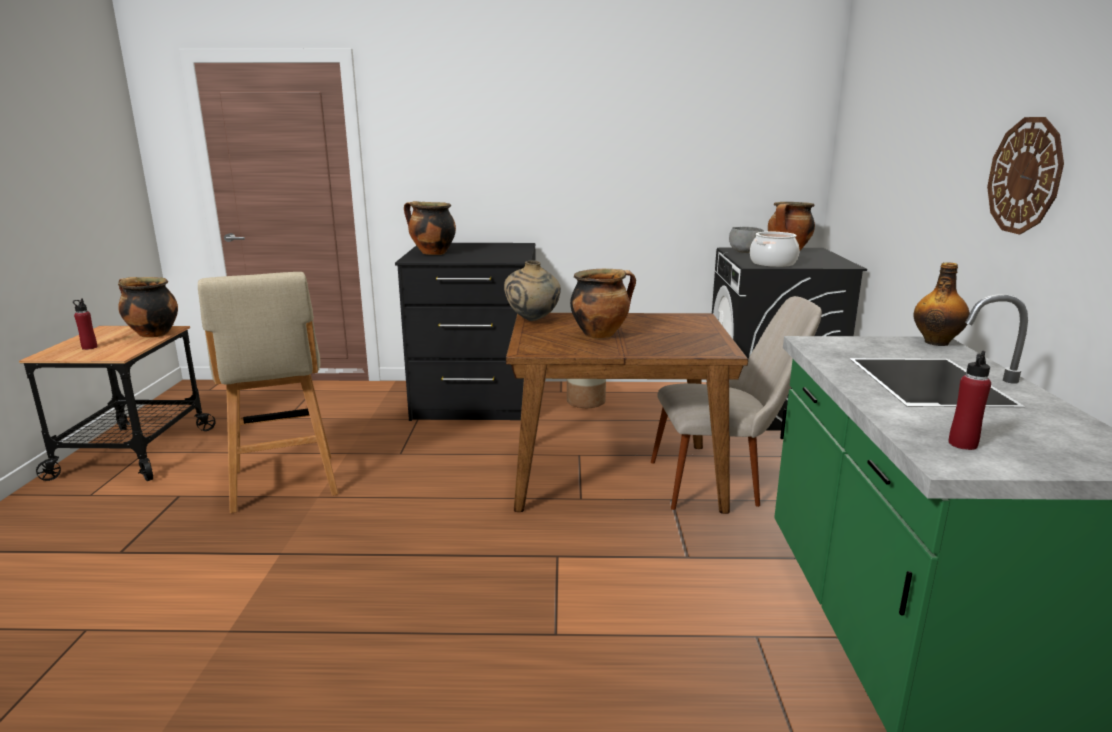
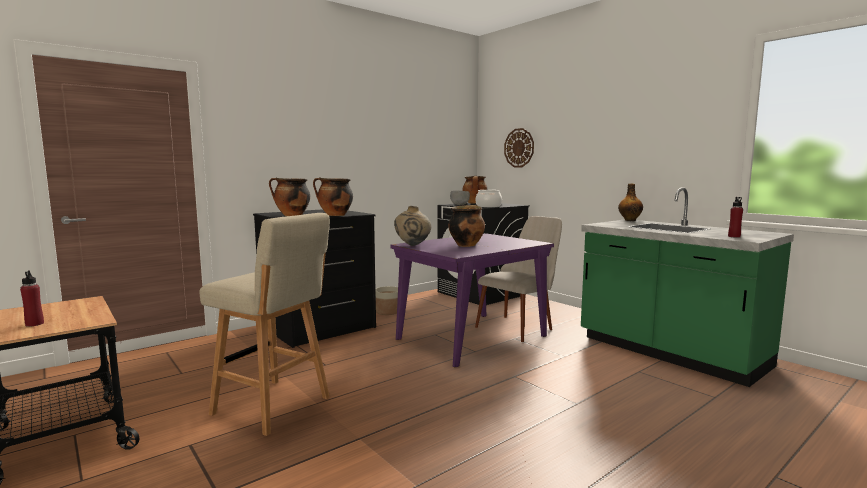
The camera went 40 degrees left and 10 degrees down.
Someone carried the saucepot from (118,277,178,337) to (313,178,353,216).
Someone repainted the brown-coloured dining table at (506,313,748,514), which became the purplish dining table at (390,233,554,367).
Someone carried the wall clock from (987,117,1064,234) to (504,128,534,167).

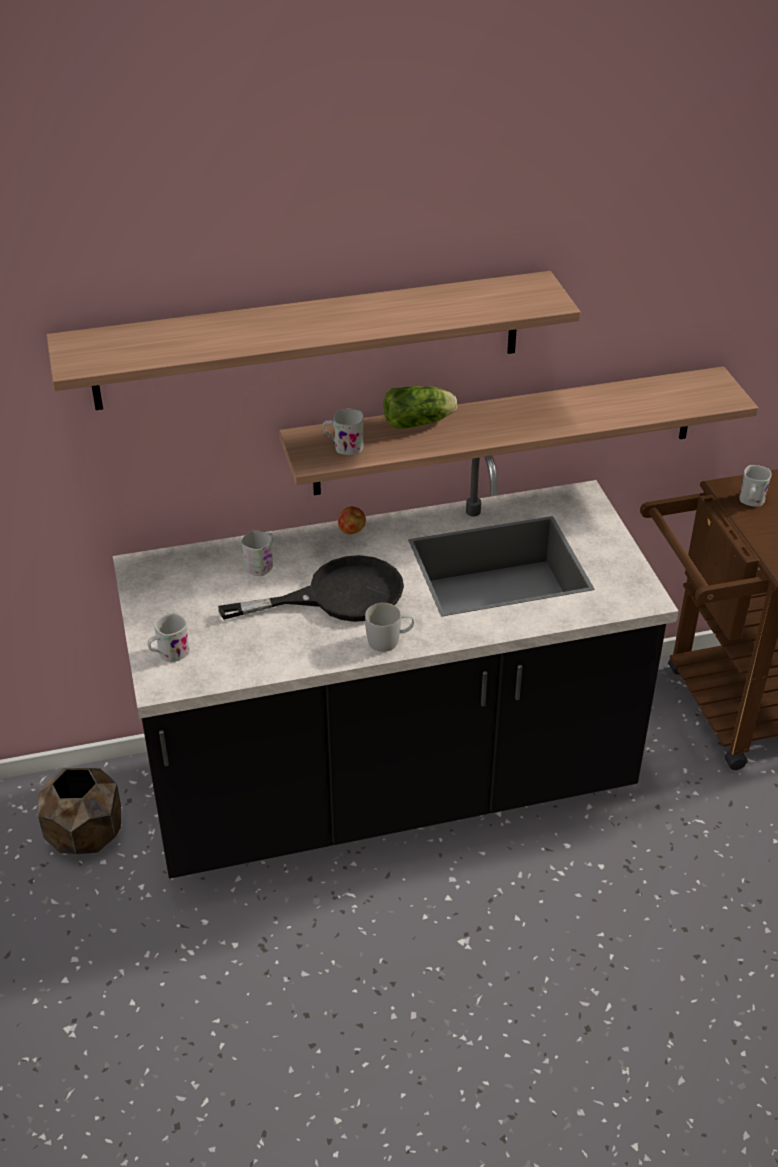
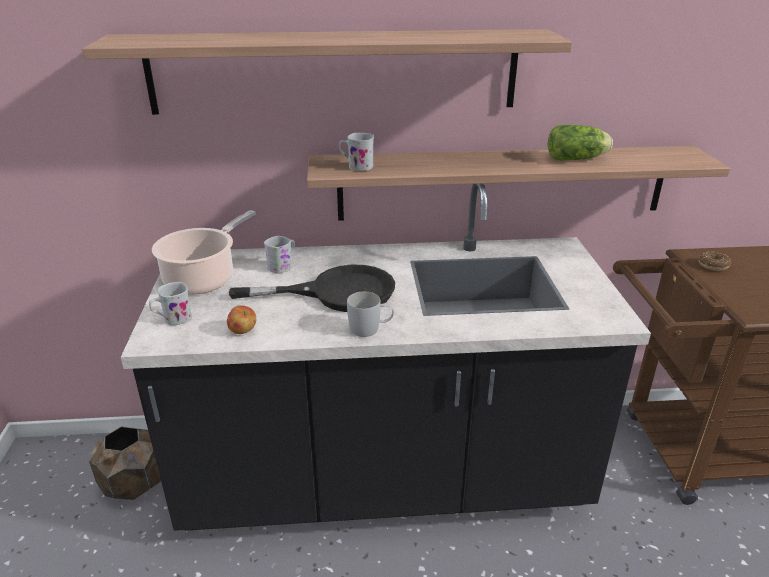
The camera went 10 degrees right and 10 degrees down.
Someone put down the saucepot at (152,210,256,295).
Someone carried the apple fruit from (338,506,366,534) to (227,305,256,334).
Someone carried the lettuce from (384,386,457,429) to (548,125,613,160).
Someone swapped the whitish tea mug at (740,465,772,507) for the ring doughnut at (698,252,731,271).

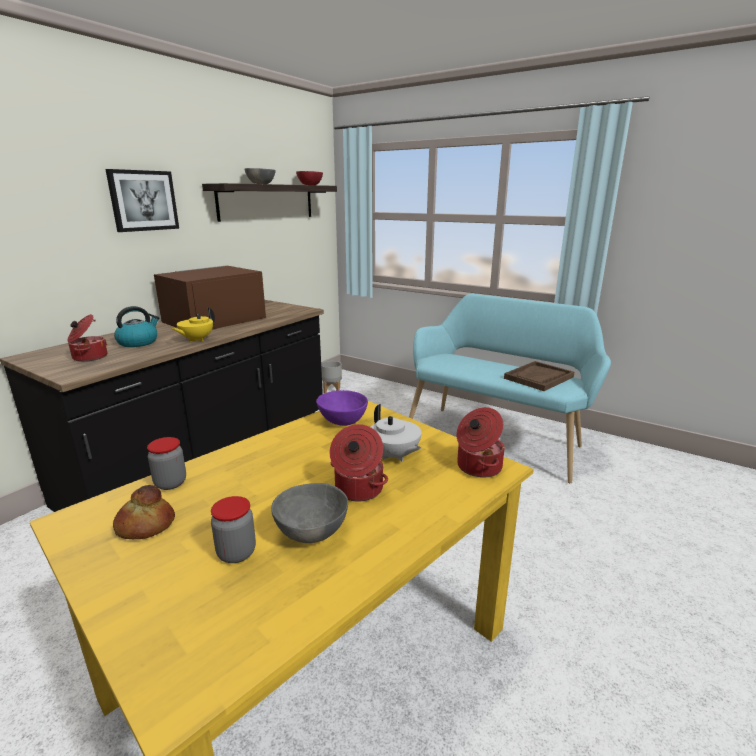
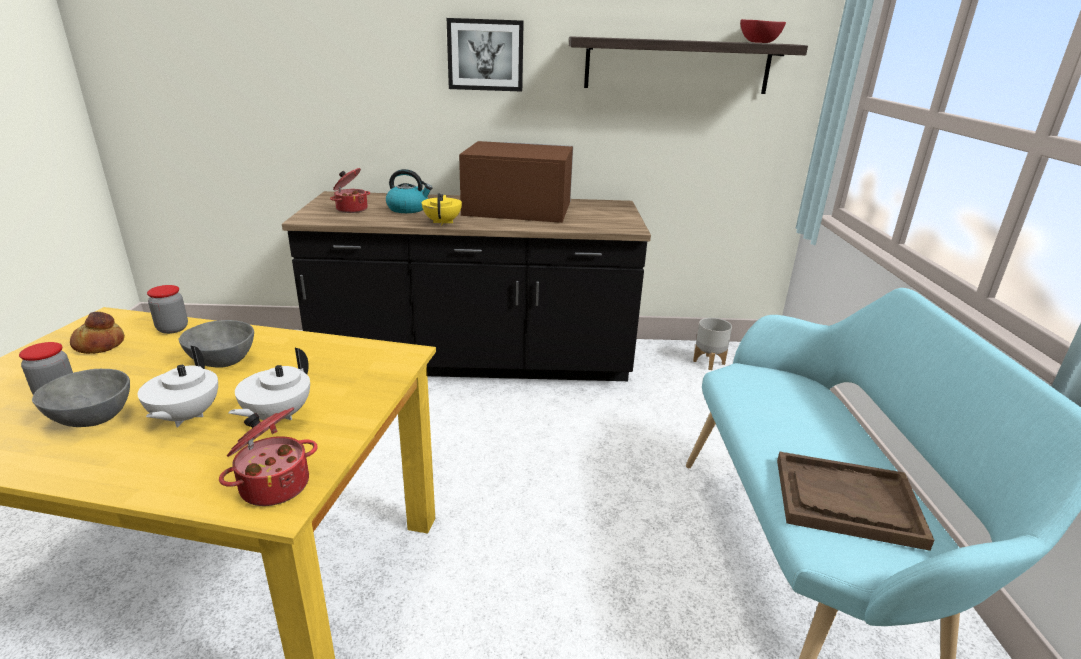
The camera went 55 degrees right and 5 degrees up.
Someone swapped the saucepot at (330,424,388,501) for the whitish tea pot at (138,346,218,427).
Someone carried the grey serving bowl from (245,168,276,184) to (179,320,254,368).
Someone rotated the yellowish tea pot at (171,307,215,342) by 90 degrees clockwise.
Someone took away the purplish serving bowl at (316,390,368,426).

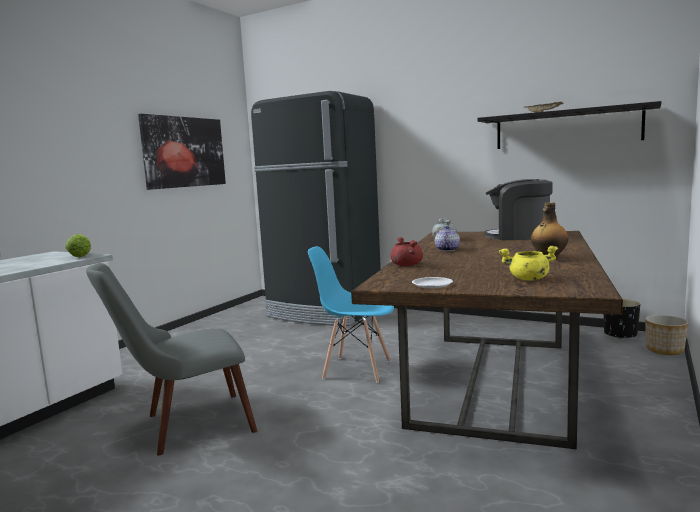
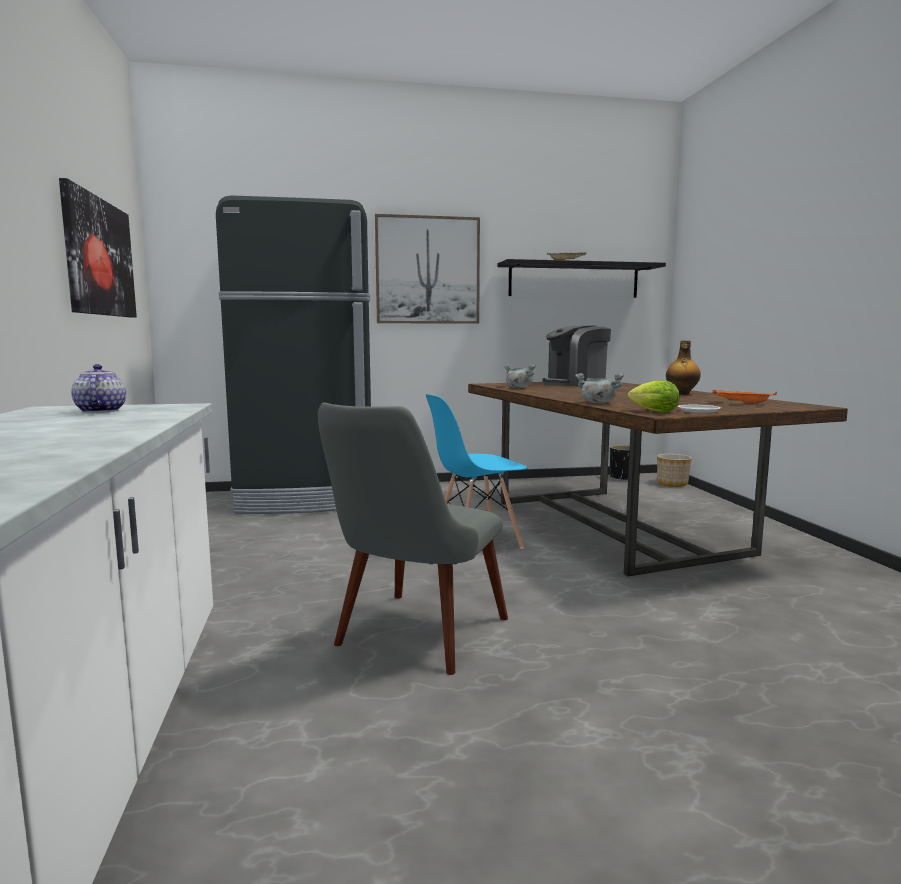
The camera went 40 degrees left and 0 degrees up.
Someone carried the tea pot from (435,226,460,251) to (71,364,126,413).
Someone put up the picture at (375,214,480,324).
Someone repainted the red saucepot at (391,237,423,266), which became the grey saucepot at (575,373,624,403).
Someone carried the lettuce from (65,234,91,257) to (628,381,680,412).
Someone swapped the yellowish saucepot at (499,246,558,281) for the orange-coloured carrying tray at (712,389,777,405).

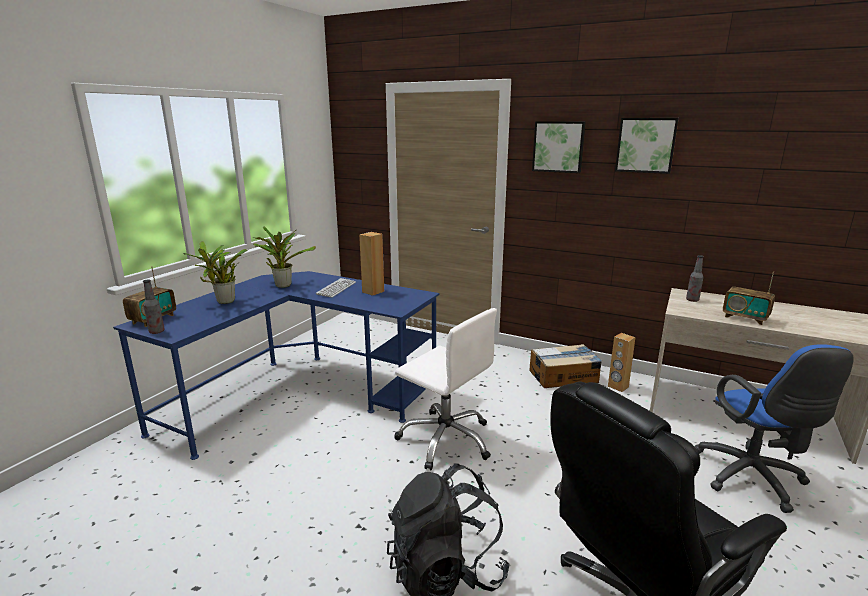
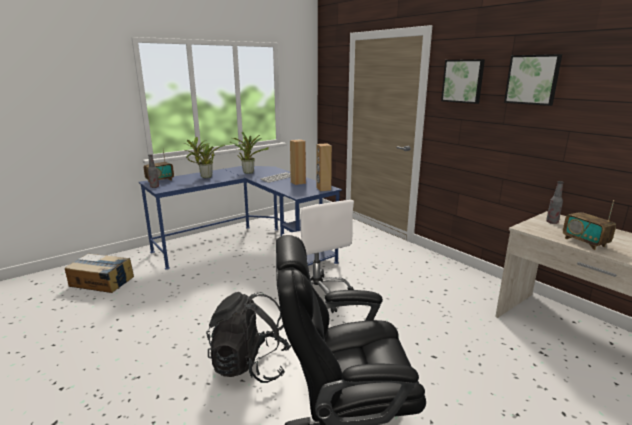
The camera went 25 degrees right and 0 degrees up.
Someone carried the carton from (529,344,602,388) to (65,254,134,293).
Someone carried the brown-coloured speaker from (608,333,636,392) to (317,143,332,191).
Someone took away the blue computer chair at (694,344,854,513).

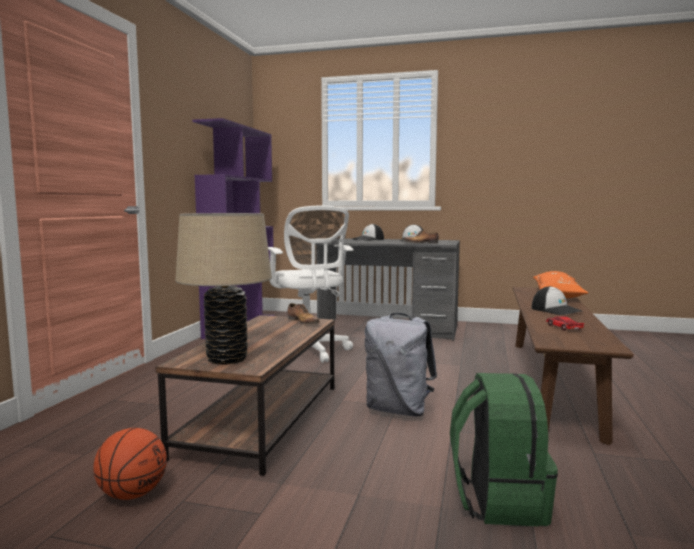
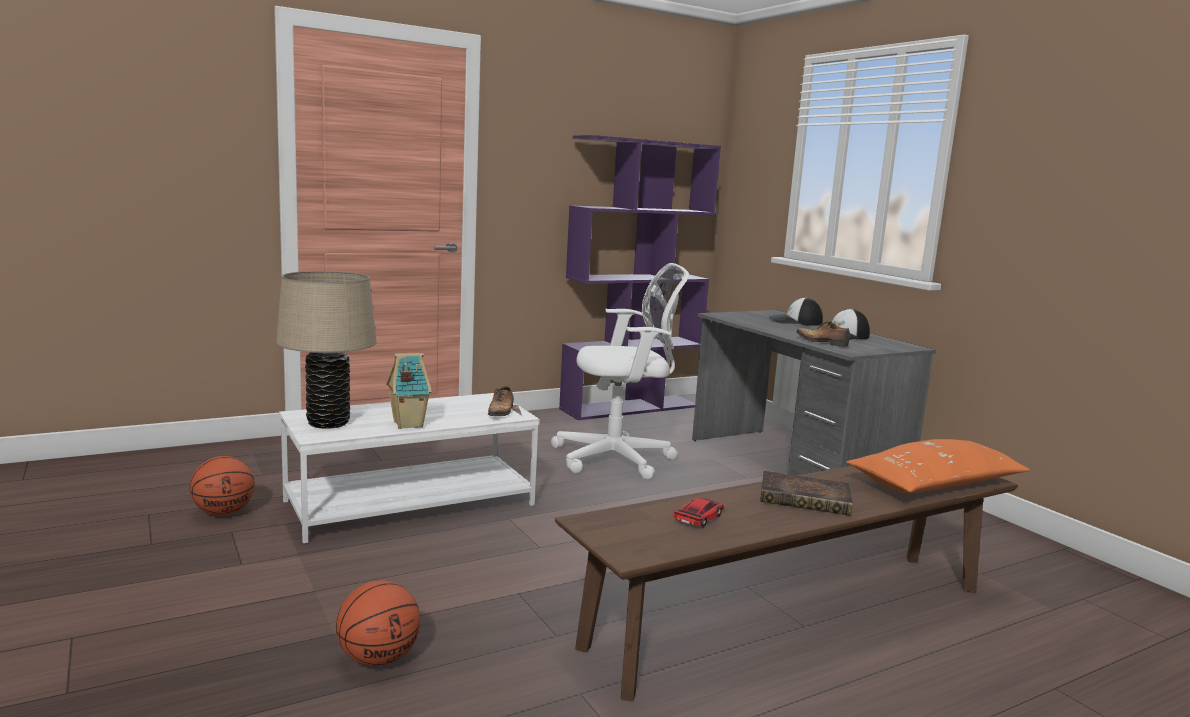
The camera went 45 degrees right and 5 degrees up.
Someone repainted the brown-coloured low table at (155,315,335,476), which became the whitish low table at (279,393,540,543).
Someone swapped the greenish backpack at (450,373,558,526) for the basketball at (336,581,421,666).
Someone put down the miniature house at (386,353,432,429).
Someone rotated the whitish computer chair at (268,206,354,363) by 120 degrees counterclockwise.
Someone swapped the baseball cap at (532,286,581,315) for the book at (760,471,853,516).
Someone took away the grey backpack at (365,313,437,416).

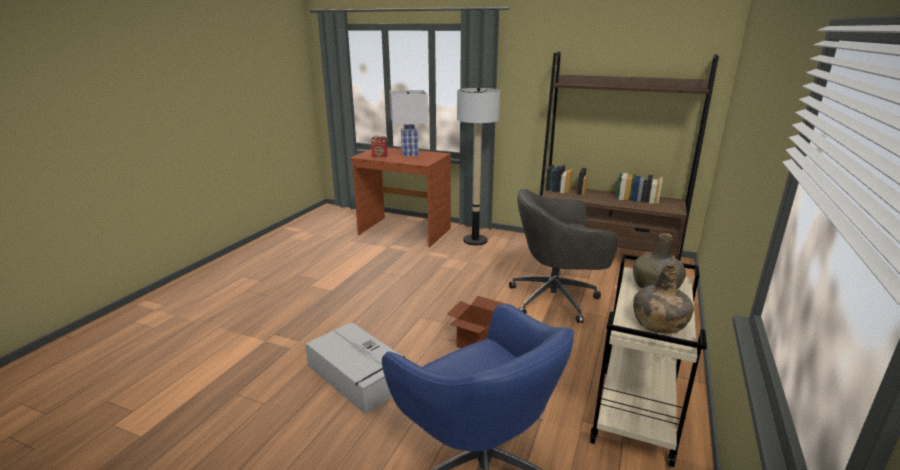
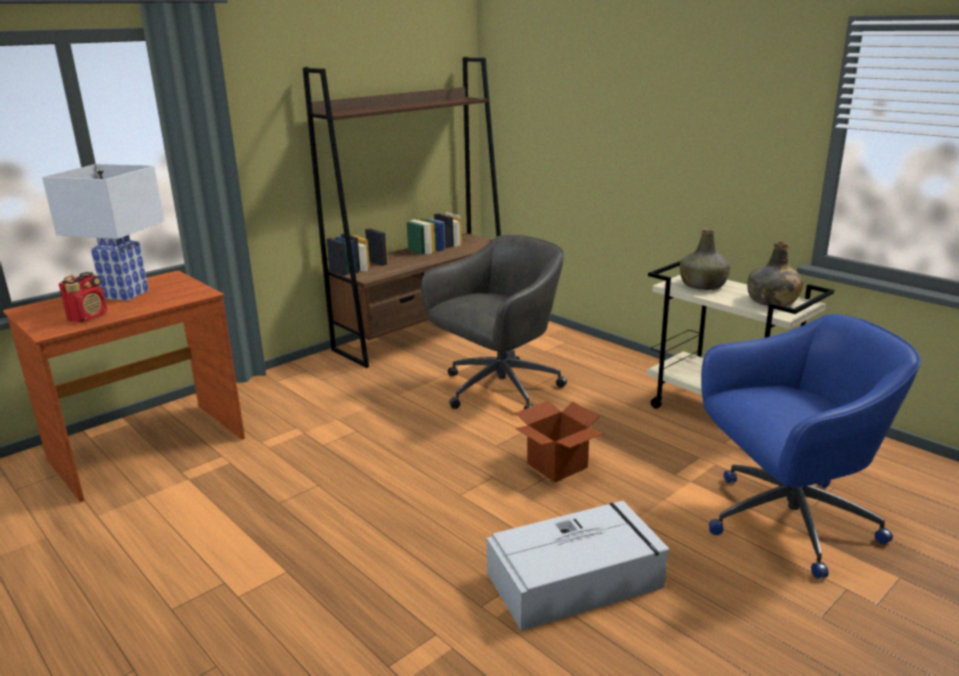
The camera went 65 degrees left and 0 degrees up.
Someone rotated the grey computer chair at (509,189,618,323) by 150 degrees counterclockwise.
Someone took away the floor lamp at (457,87,500,246).

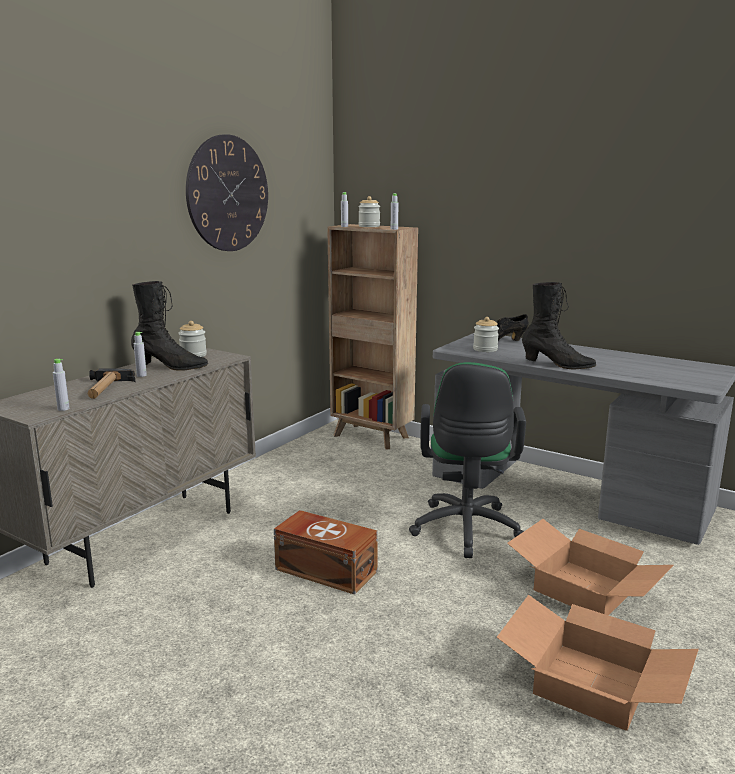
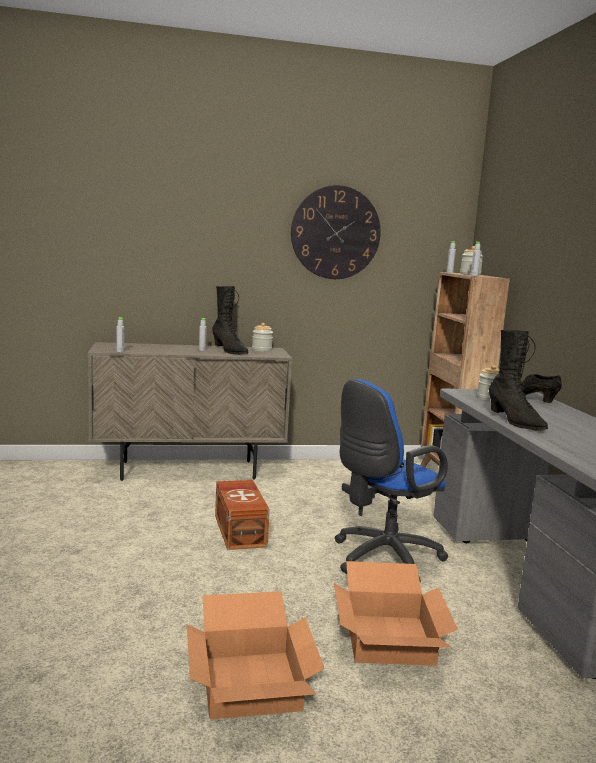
The camera went 45 degrees right and 5 degrees down.
Someone repainted the greenish computer chair at (409,362,526,558), which became the blue computer chair at (335,379,448,582).
Someone took away the hand hammer at (88,368,135,399).

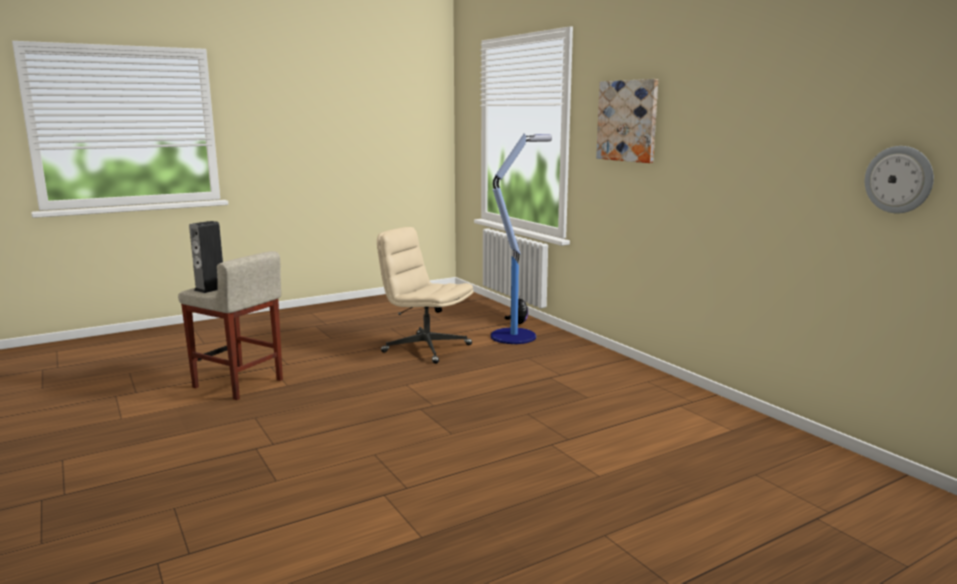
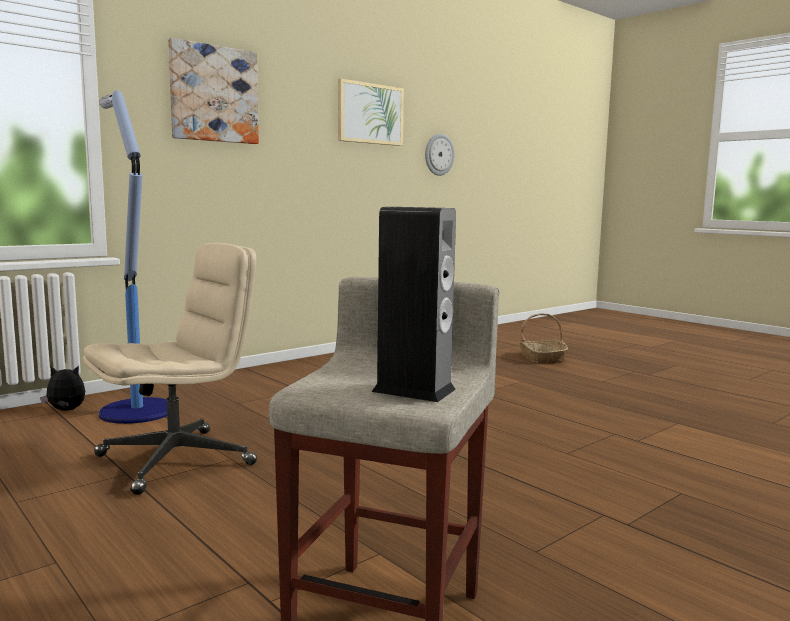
The camera went 100 degrees left and 5 degrees down.
Someone rotated the sand-coloured computer chair at (377,227,473,364) by 150 degrees counterclockwise.
Someone put up the picture at (338,79,404,146).
Someone put down the storage basket at (519,313,568,363).

